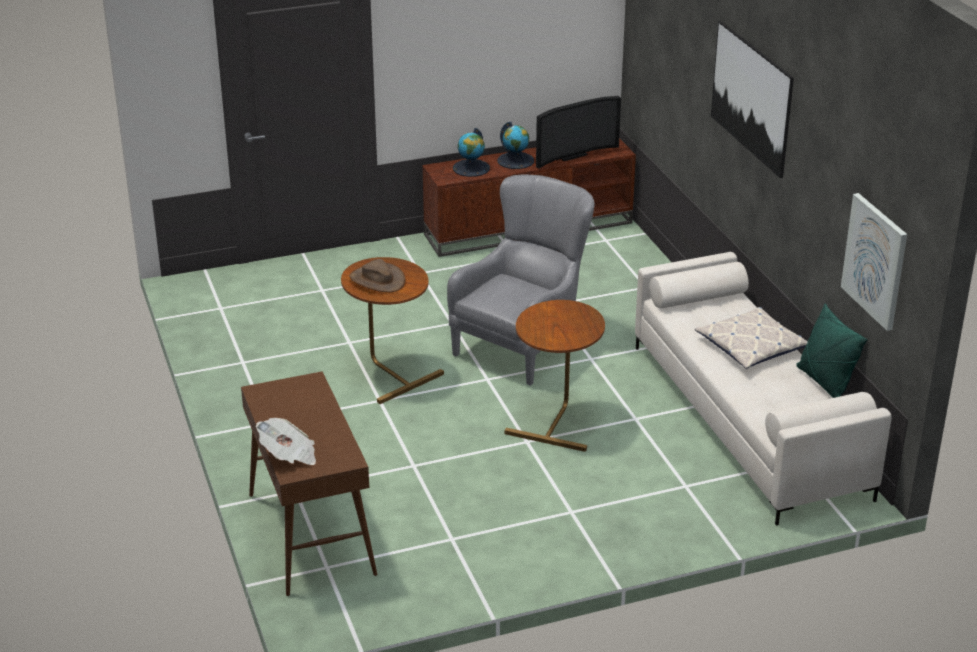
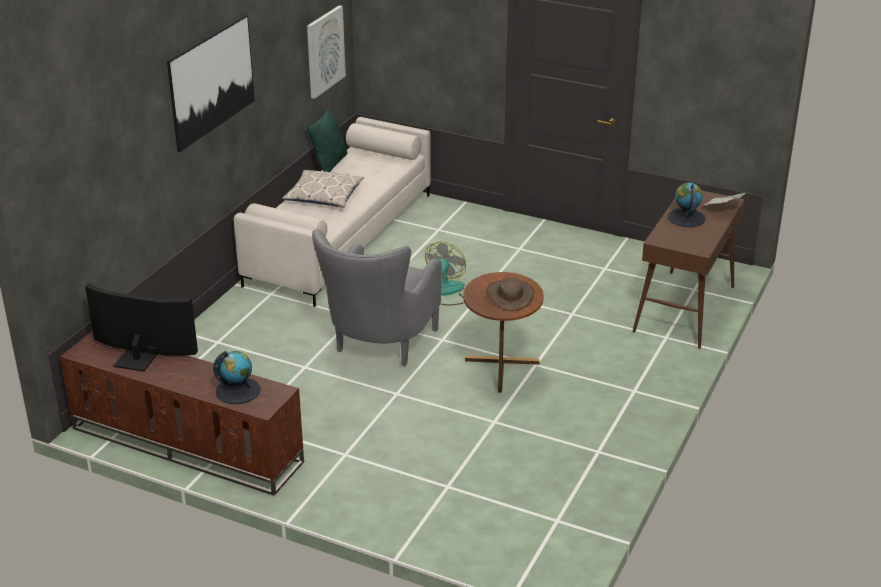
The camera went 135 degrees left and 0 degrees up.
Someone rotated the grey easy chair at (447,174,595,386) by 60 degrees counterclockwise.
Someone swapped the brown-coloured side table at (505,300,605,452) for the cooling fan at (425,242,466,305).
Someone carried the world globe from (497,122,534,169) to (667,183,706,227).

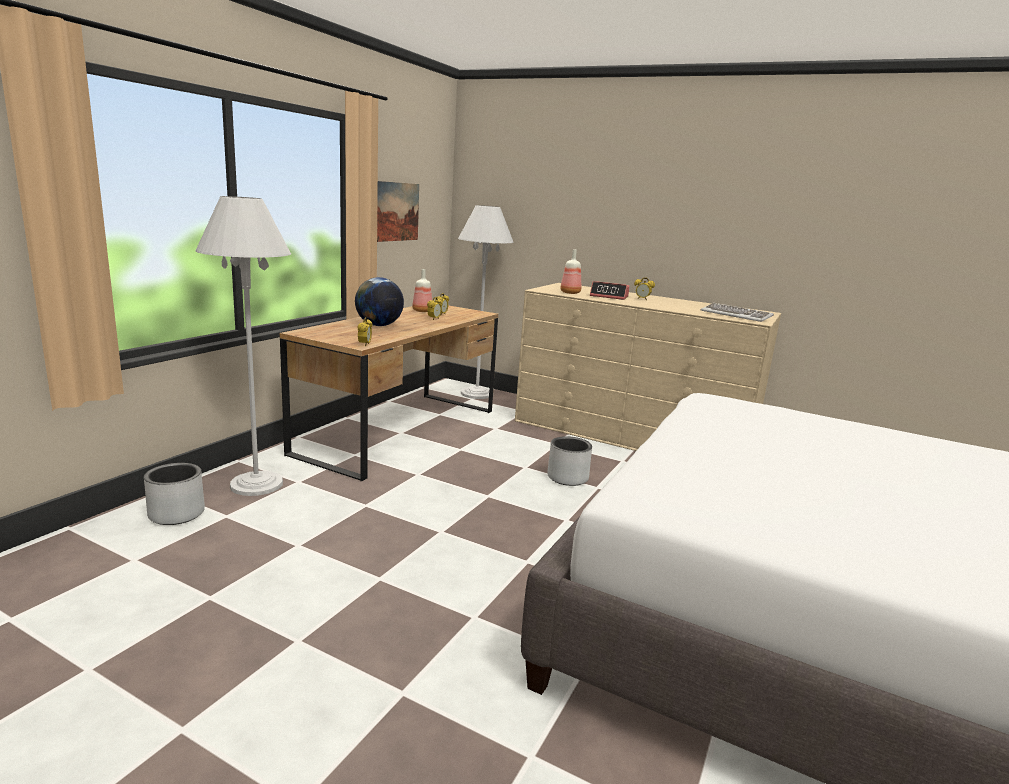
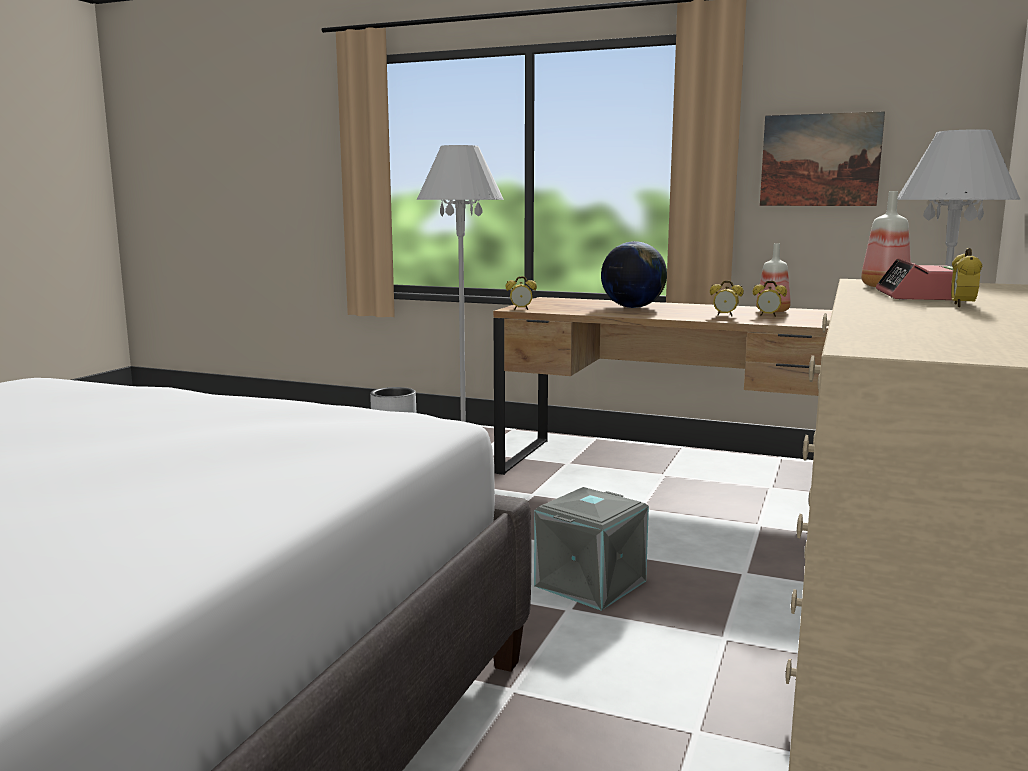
The camera went 85 degrees right and 5 degrees down.
Someone swapped the grey planter at (547,436,592,486) for the grey storage bin at (534,487,649,611).
Someone took away the PC keyboard at (701,302,774,322).

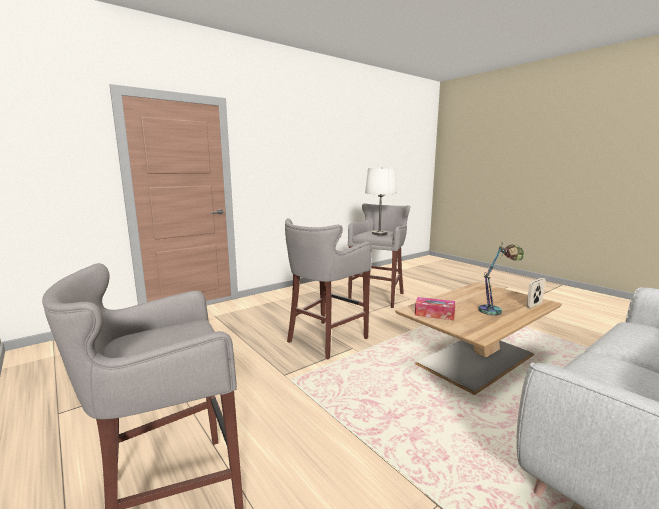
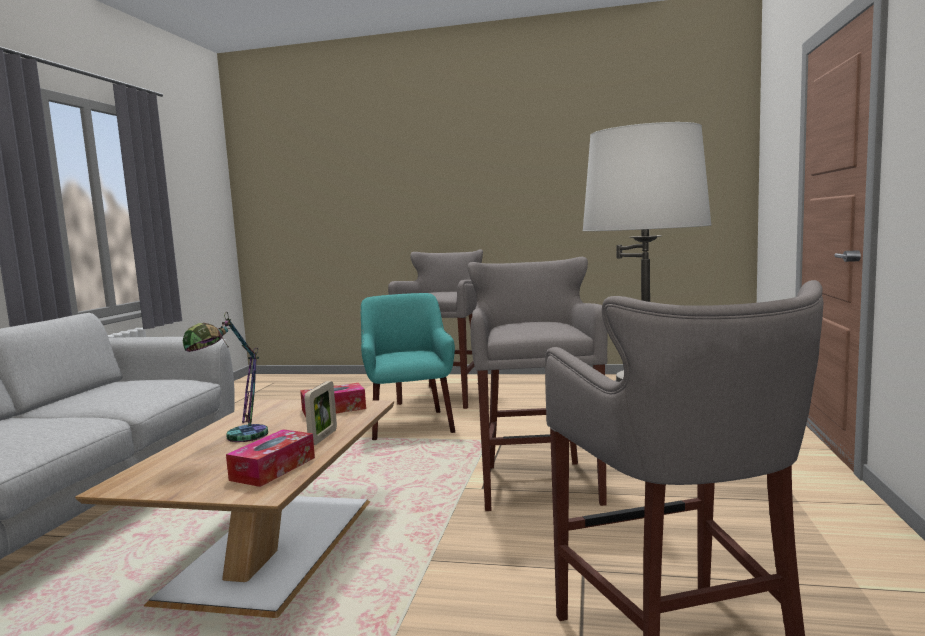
The camera went 140 degrees right and 5 degrees down.
Someone put down the tissue box at (226,429,315,487).
Someone carried the picture frame from (526,278,545,308) to (304,381,337,445).
Someone put down the blue-green easy chair at (361,293,455,440).

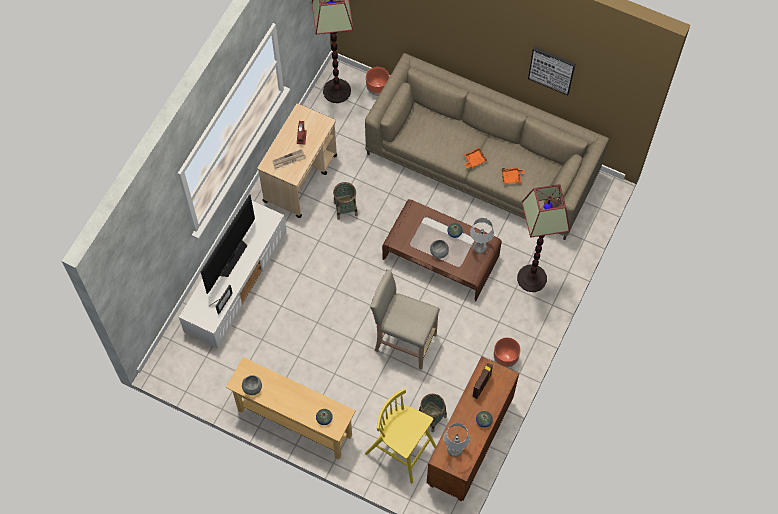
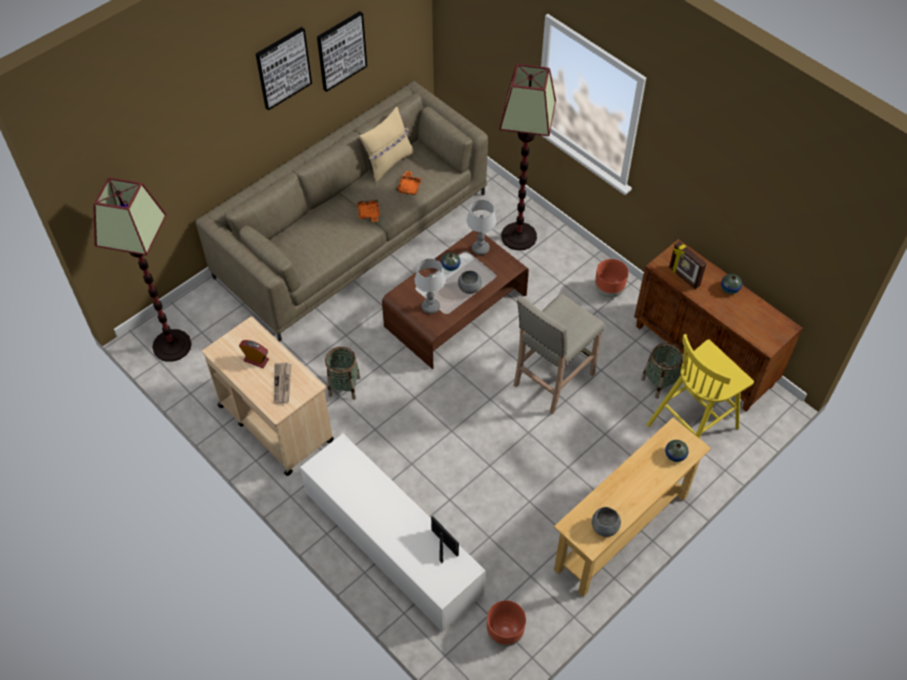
The camera went 70 degrees left and 10 degrees down.
Someone put up the picture at (256,27,312,111).
Someone put down the sand-coloured throw pillow at (360,107,414,182).
Someone carried the tabletop lamp from (444,423,470,457) to (415,258,446,314).
Someone carried the brown-coloured planter from (366,67,390,96) to (487,600,526,647).
Someone took away the TV at (201,194,255,294).

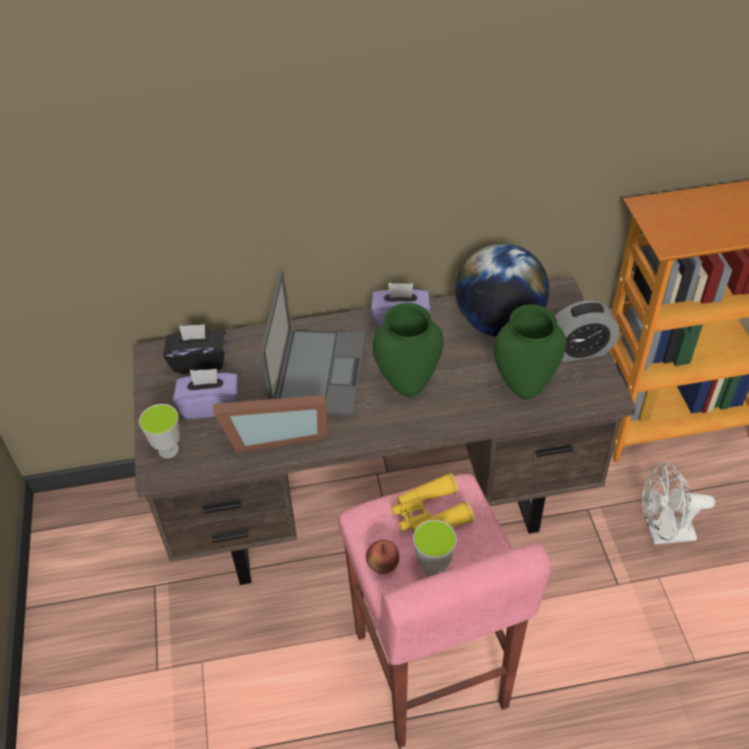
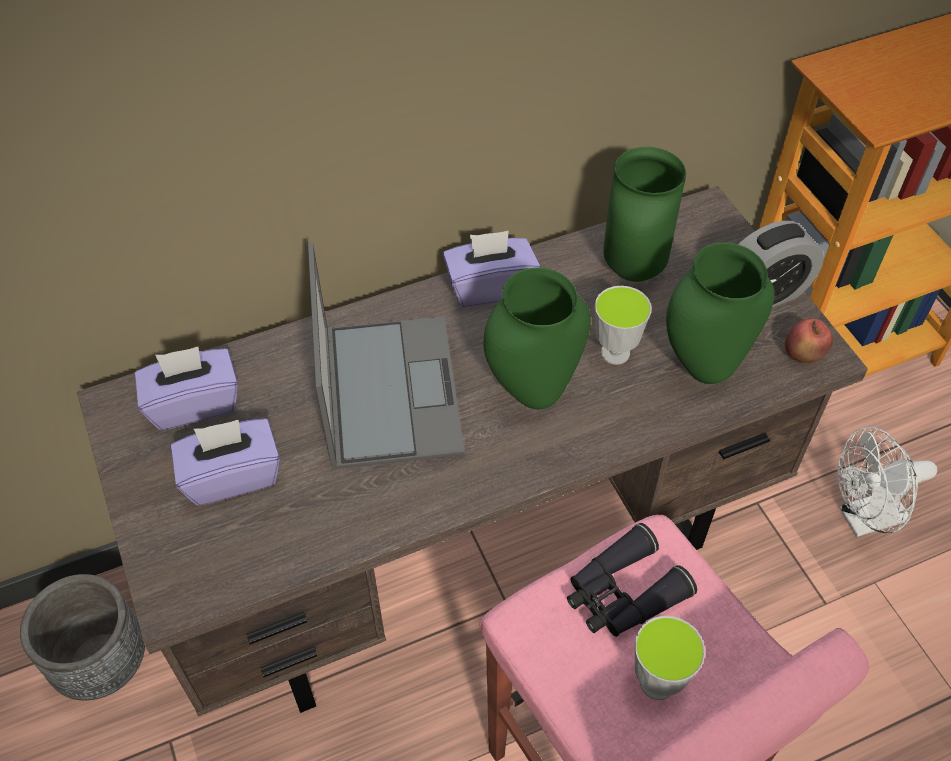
The camera went 15 degrees left and 5 degrees up.
Someone put down the grey planter at (20,574,145,701).
Someone repainted the black tissue box at (163,324,225,373), which became the purplish tissue box at (135,347,238,430).
Someone repainted the yellowish pair of binoculars at (391,473,474,534), which became the black pair of binoculars at (567,523,697,637).
Someone carried the small cup from (139,404,180,458) to (595,286,652,365).
Someone swapped the world globe at (455,244,549,337) for the greenish vase at (603,147,686,282).
Someone carried the apple fruit from (366,540,399,574) to (785,318,833,363).
Someone took away the picture frame at (213,395,327,453).

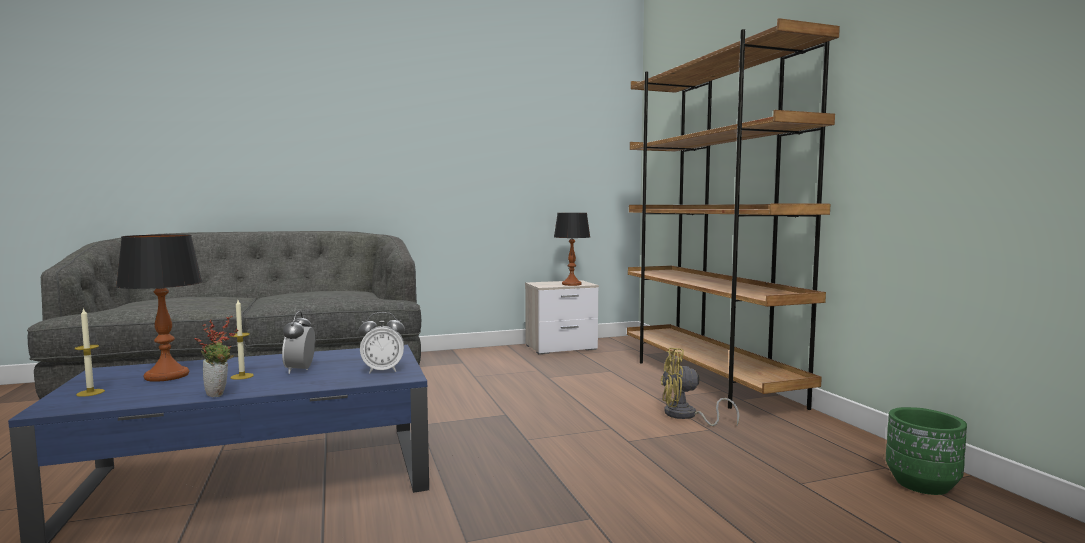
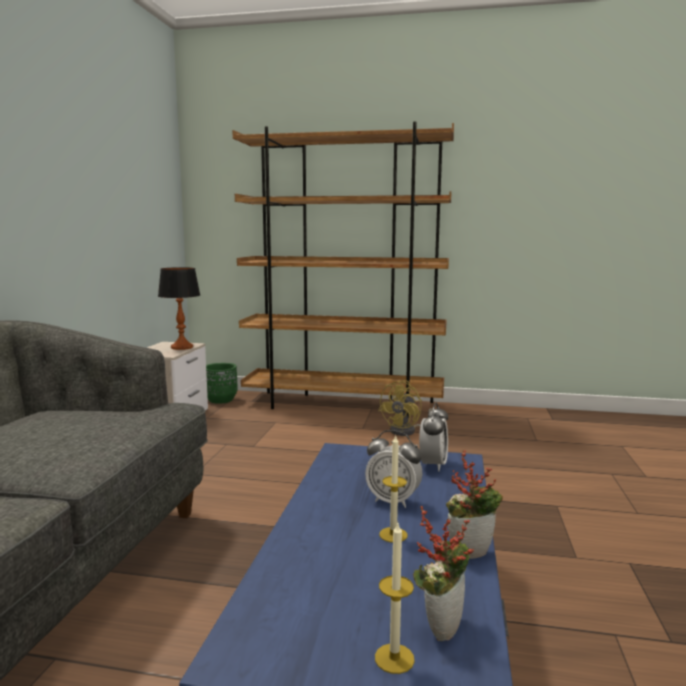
The camera went 60 degrees left and 5 degrees up.
Someone carried the greenish planter from (886,407,967,495) to (206,363,238,404).
Someone put down the houseplant at (413,506,474,641).
Someone took away the tabletop lamp at (116,234,202,382).

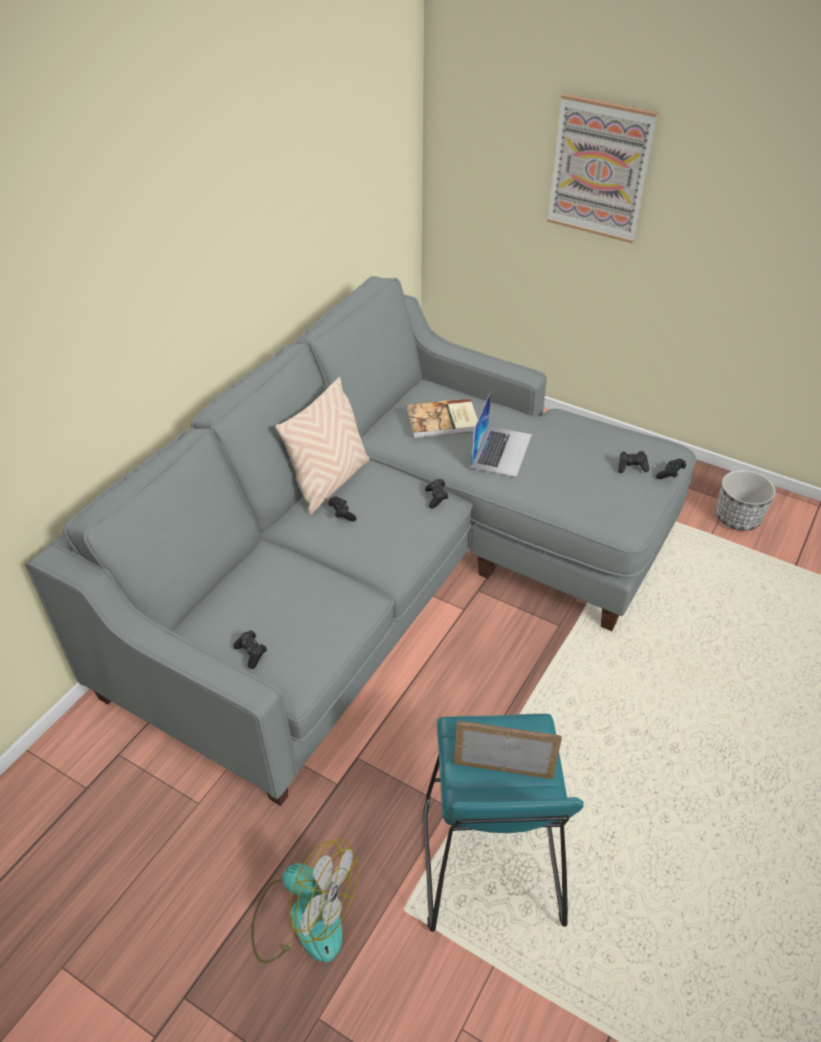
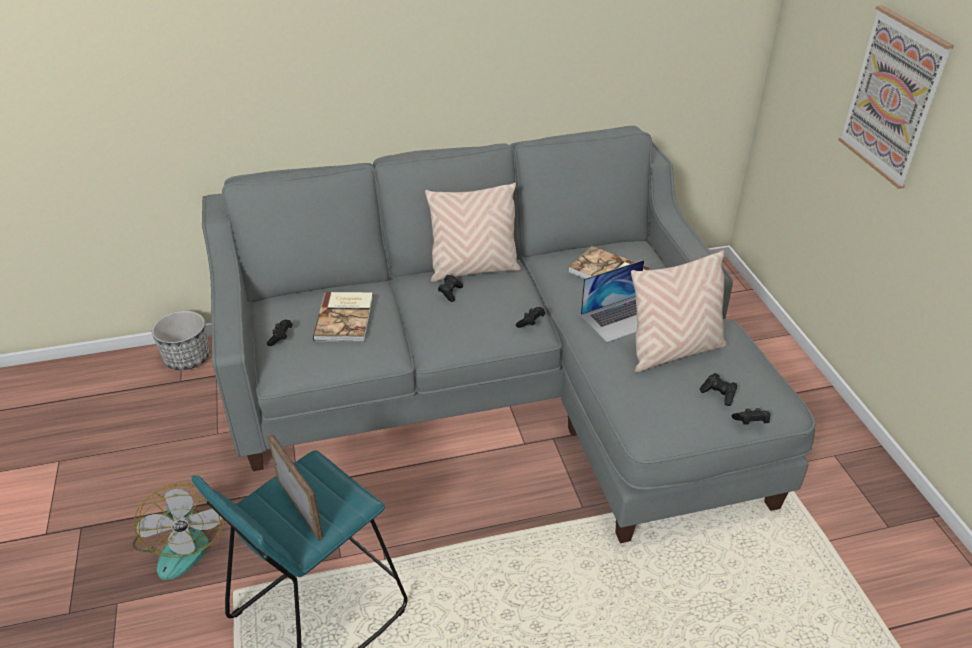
The camera went 45 degrees right and 5 degrees down.
Someone carried the planter from (716,470,776,531) to (152,311,210,370).
Someone put down the book at (313,292,373,342).
Someone put down the sand-coloured throw pillow at (631,250,727,372).

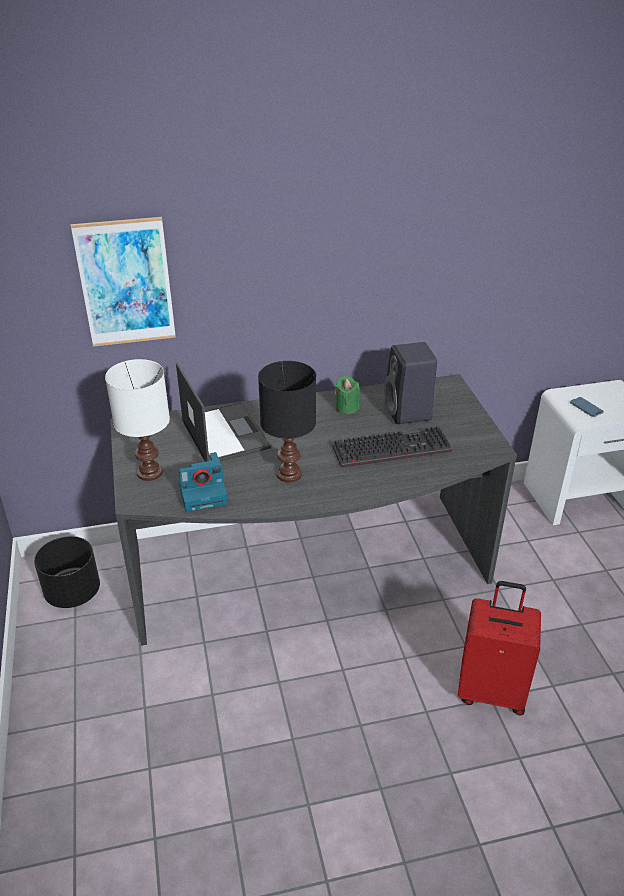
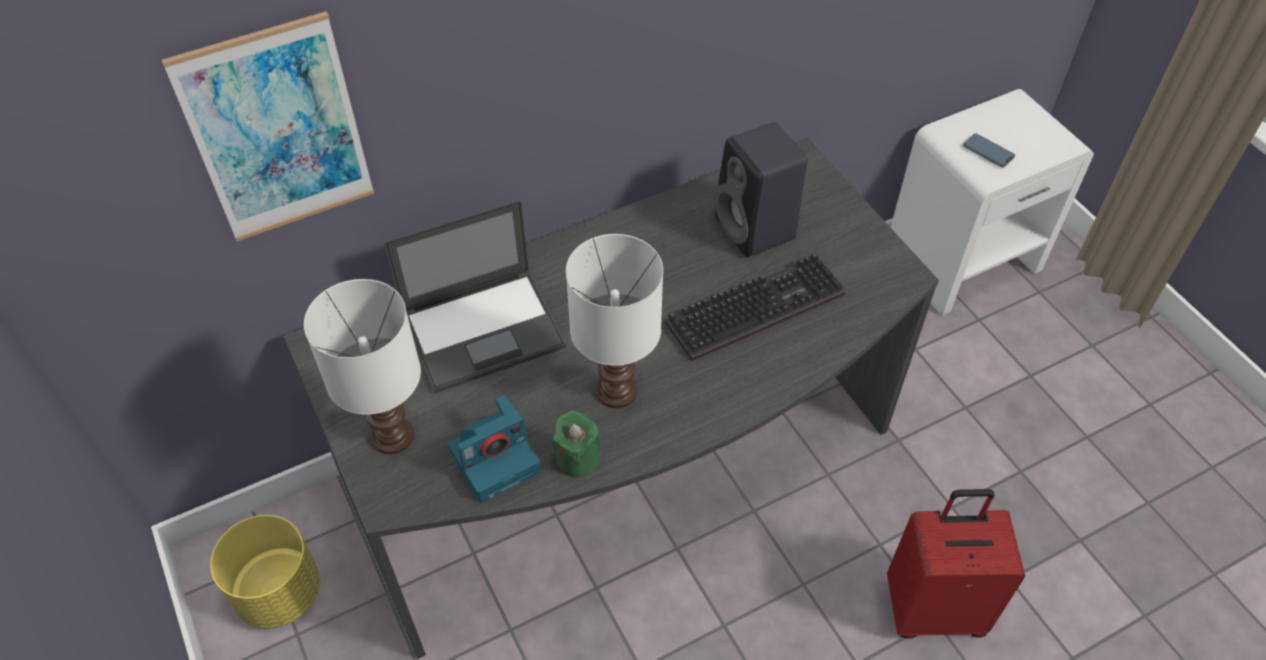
The camera went 15 degrees left and 15 degrees up.
Someone repainted the black planter at (34,536,100,608), which became the yellowish planter at (210,515,320,629).
Someone rotated the portable computer at (176,363,271,462) by 105 degrees clockwise.
Someone carried the greenish candle from (334,376,360,414) to (552,410,601,477).
Someone repainted the black tabletop lamp at (258,361,316,483), which became the whitish tabletop lamp at (566,234,663,408).

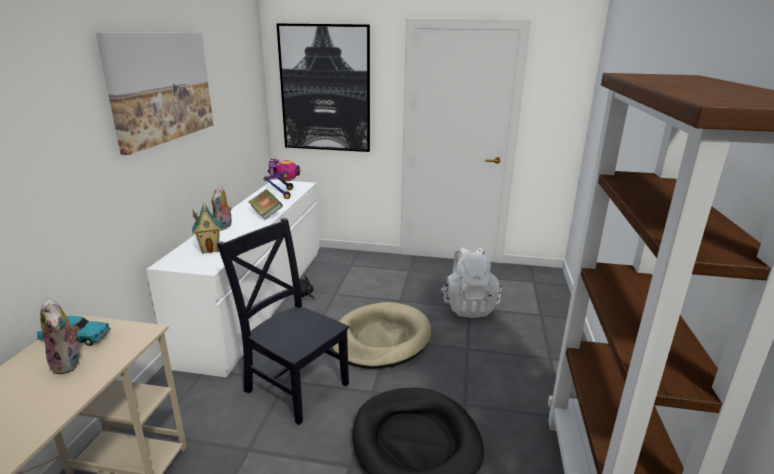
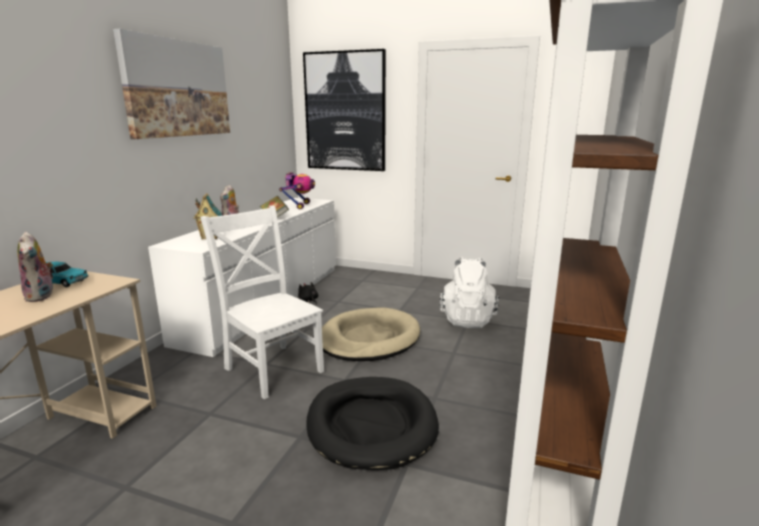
The camera went 10 degrees right and 5 degrees down.
Someone repainted the black plain chair at (217,218,349,425), which became the whitish plain chair at (200,206,324,399).

